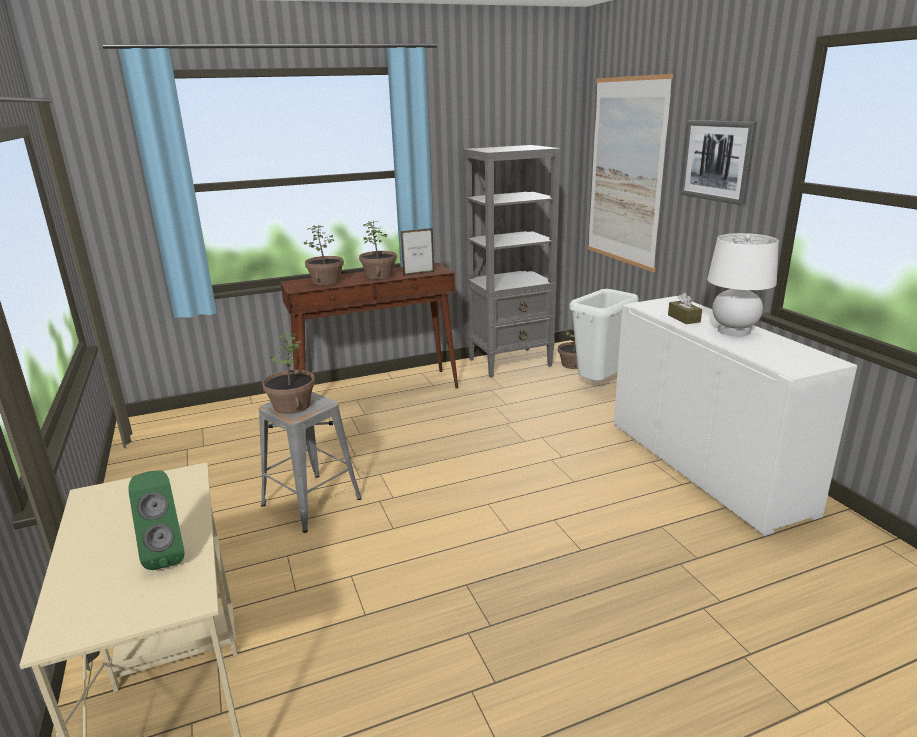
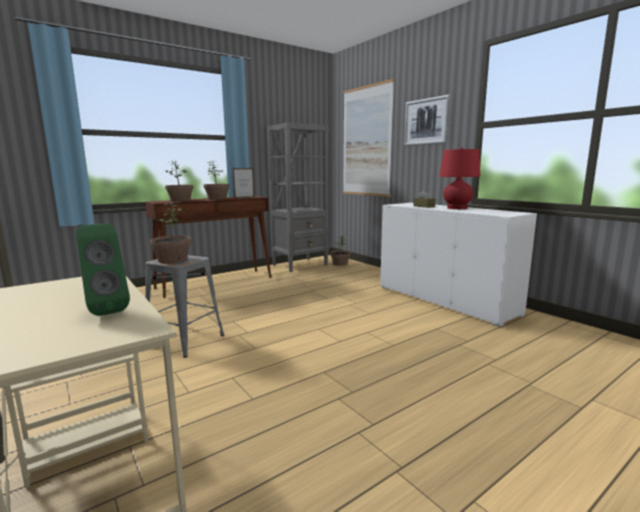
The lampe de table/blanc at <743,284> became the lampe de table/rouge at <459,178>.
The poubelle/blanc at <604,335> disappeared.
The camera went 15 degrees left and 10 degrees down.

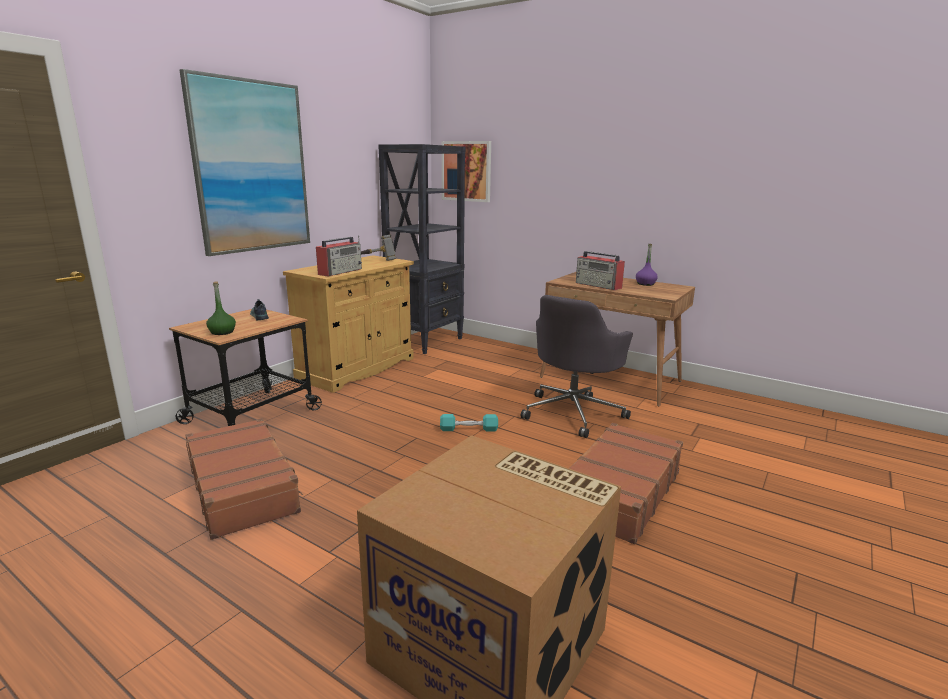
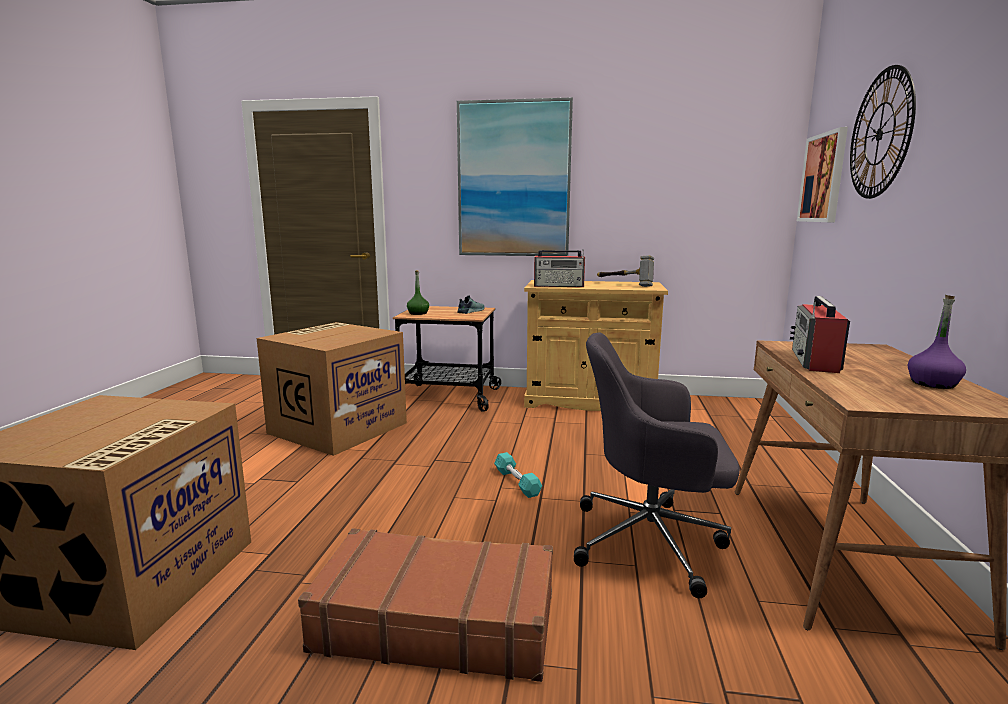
The bibliothèque/noir at <422,249> disappeared.
The valise/marron at <244,479> was replaced by the carton at <332,389>.
The horloge murale at <883,132> appeared.
The camera went 65 degrees right and 5 degrees down.

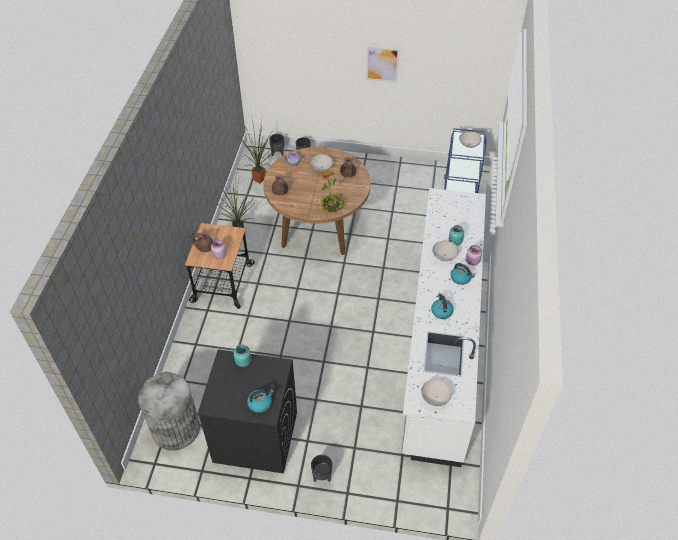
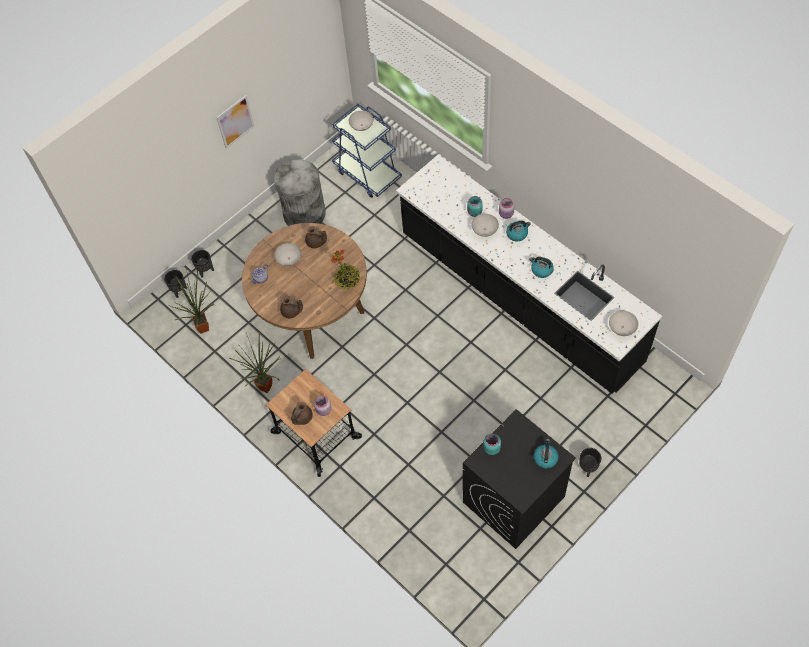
The comptoir de cuisine/blanc at <444,327> became the comptoir de cuisine/noir at <529,274>.
The poubelle/gris moved from <169,411> to <300,192>.
The camera went 50 degrees left and 10 degrees up.

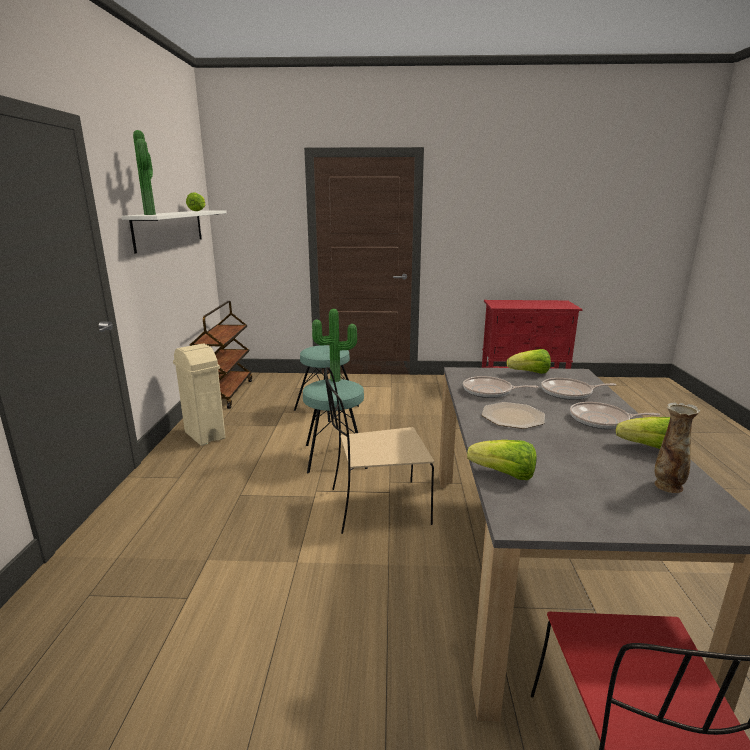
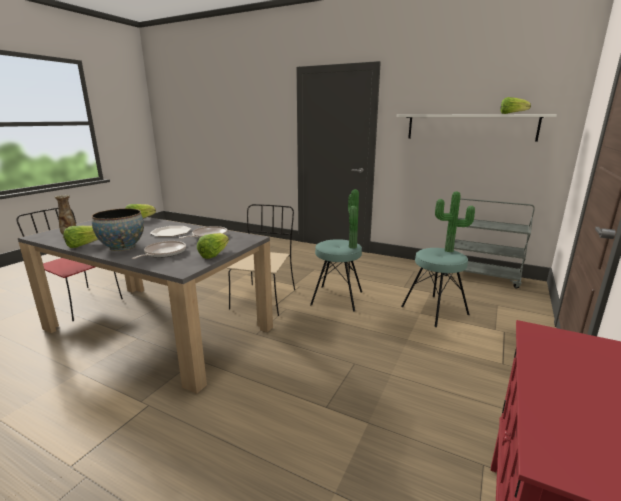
The plante en pot moved from <144,172> to <455,221>.
The chariot/marron at <221,355> became the chariot/gris at <489,243>.
The poubelle/beige at <199,395> disappeared.
The poêle at <615,415> was replaced by the bol at <118,229>.
The camera went 115 degrees right and 0 degrees up.

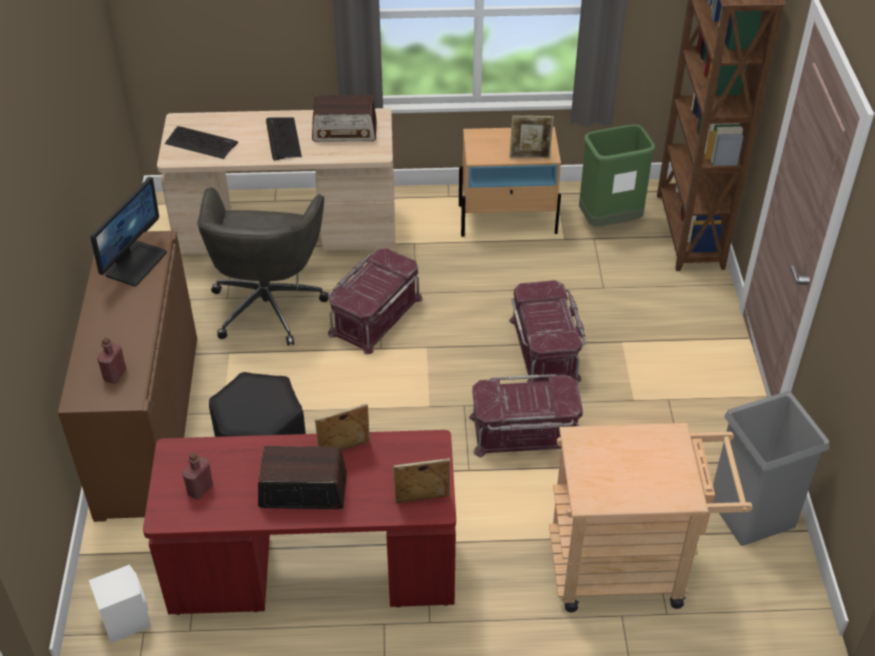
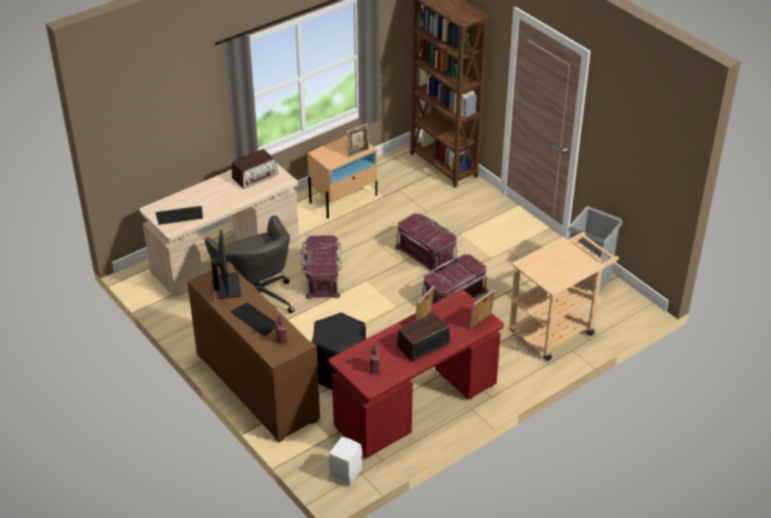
The clavier moved from <284,139> to <253,319>.
The poubelle/vert at <617,175> disappeared.
The camera went 35 degrees left and 5 degrees down.

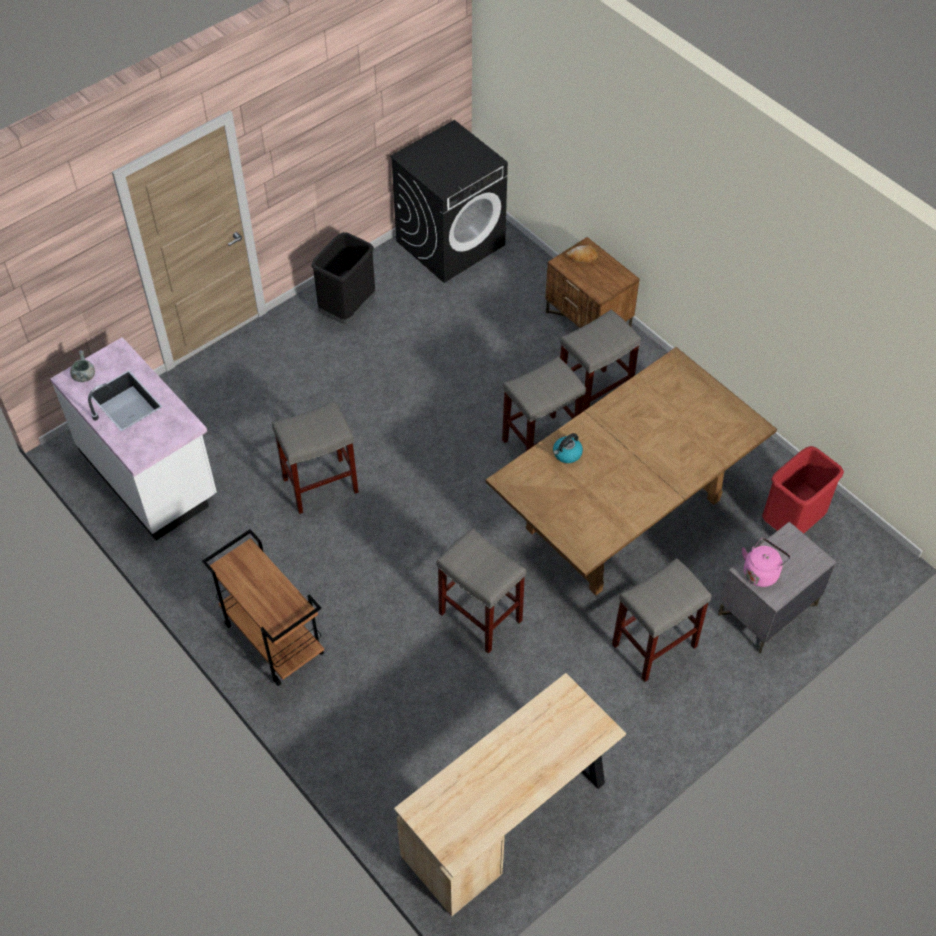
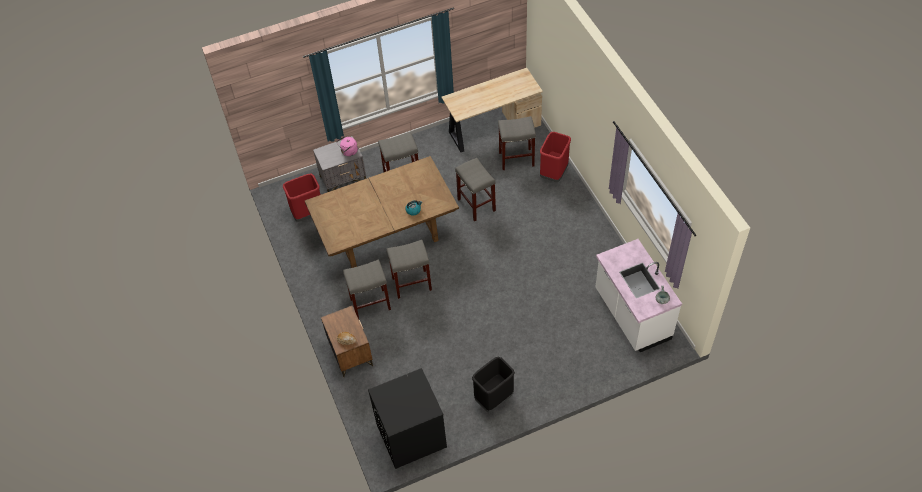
The tabouret/gris moved from <315,457> to <517,143>.
The chariot/marron at <263,607> disappeared.
The poubelle/rouge at <555,157> appeared.
The camera went 160 degrees left and 0 degrees up.

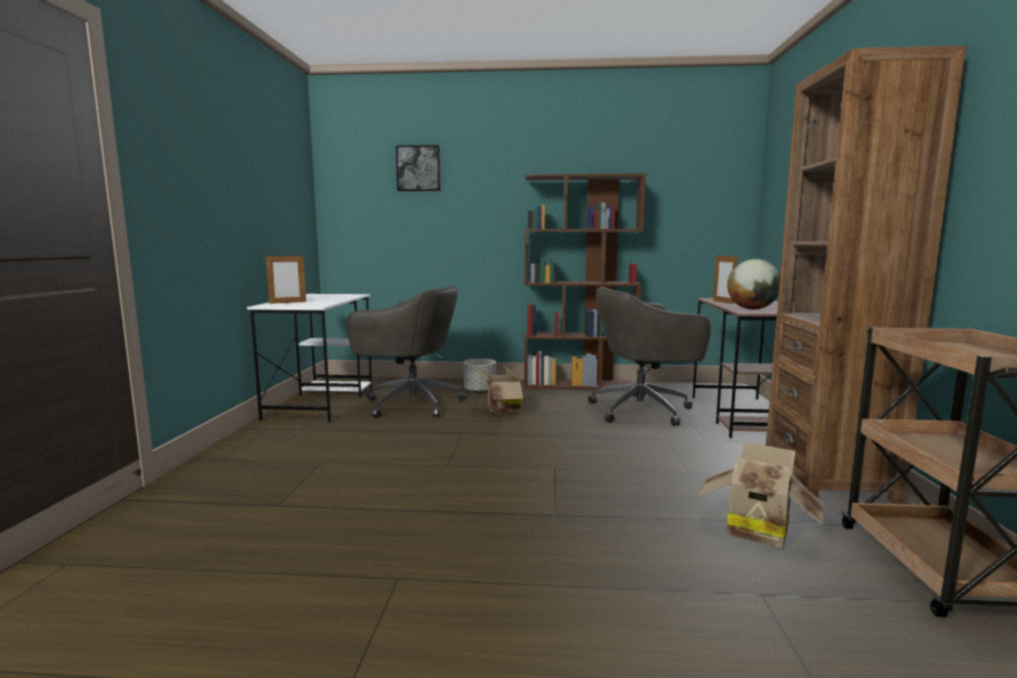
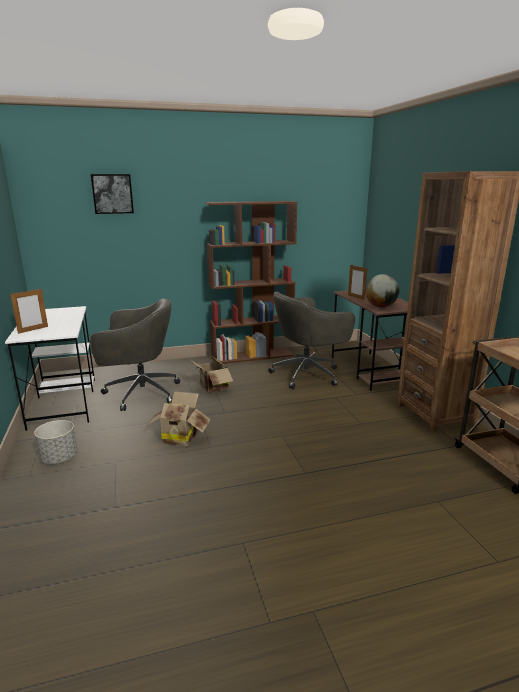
The cache-pot/gris moved from <480,375> to <56,442>.
The carton moved from <760,495> to <178,418>.
The camera went 20 degrees left and 10 degrees up.

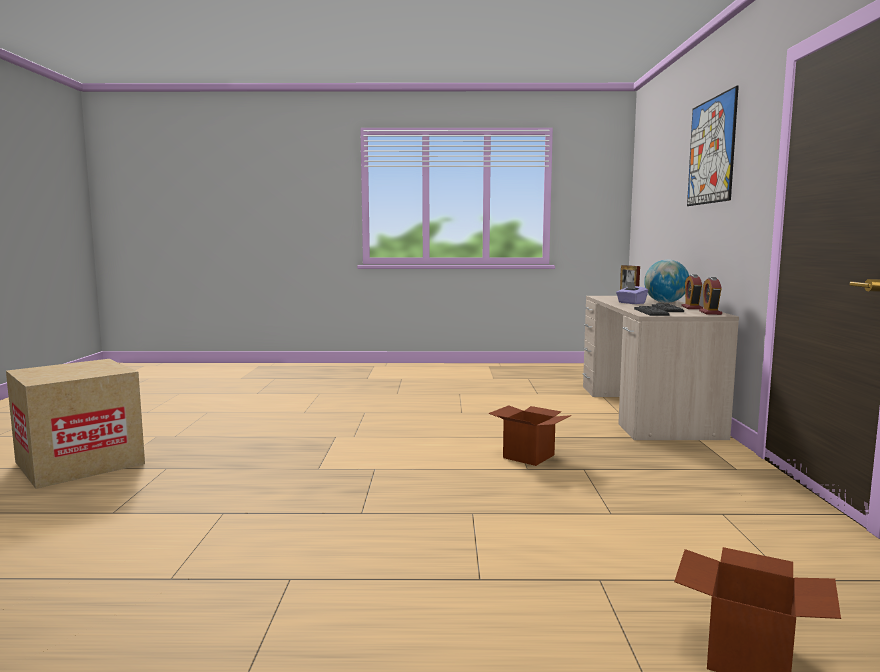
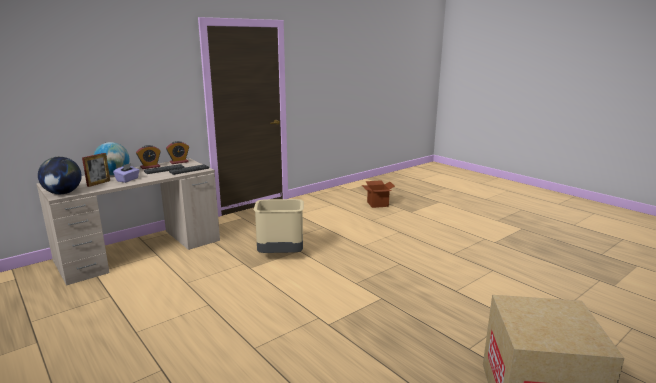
The tableau at <713,146> disappeared.
The carton at <530,435> was replaced by the poubelle/beige at <279,226>.
The globe at <60,175> appeared.
The camera went 130 degrees left and 10 degrees up.

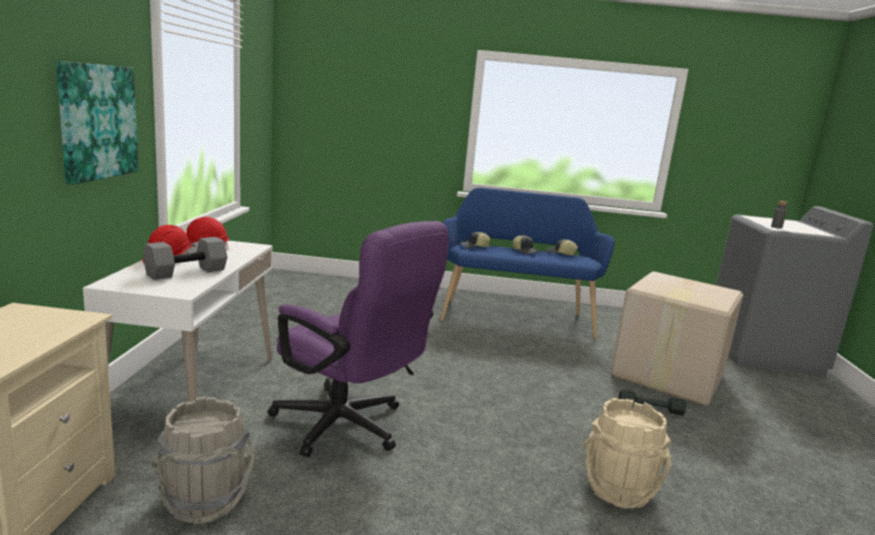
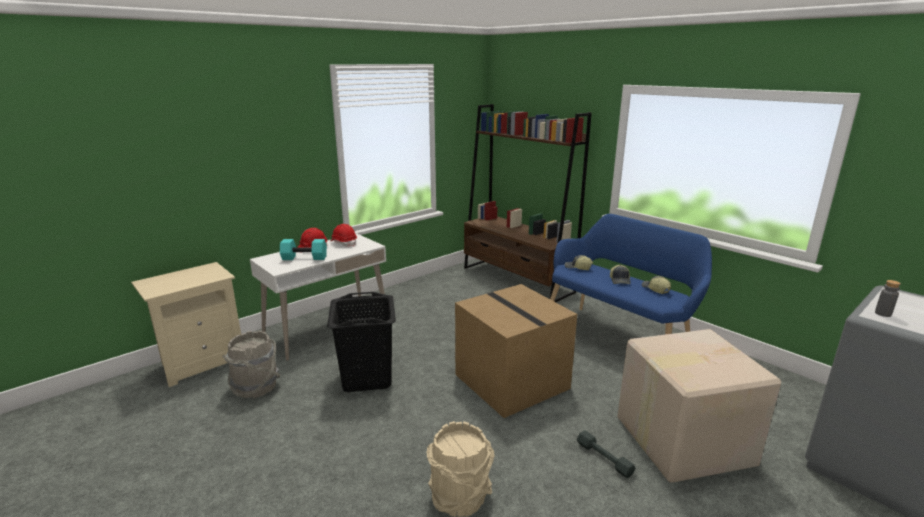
The tableau at <97,123> disappeared.
The chaise de bureau/violet at <358,339> was replaced by the panier à linge/noir at <361,342>.
The haltère/gris at <185,258> became the haltère/turquoise at <303,249>.
The bibliothèque/marron at <528,203> appeared.
The carton at <516,351> appeared.
The camera went 45 degrees right and 5 degrees up.

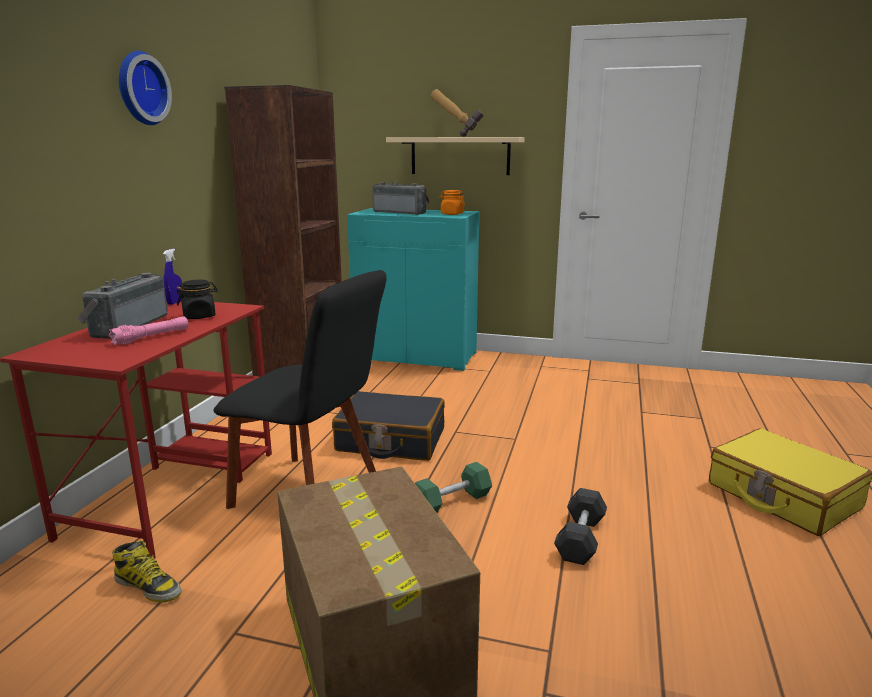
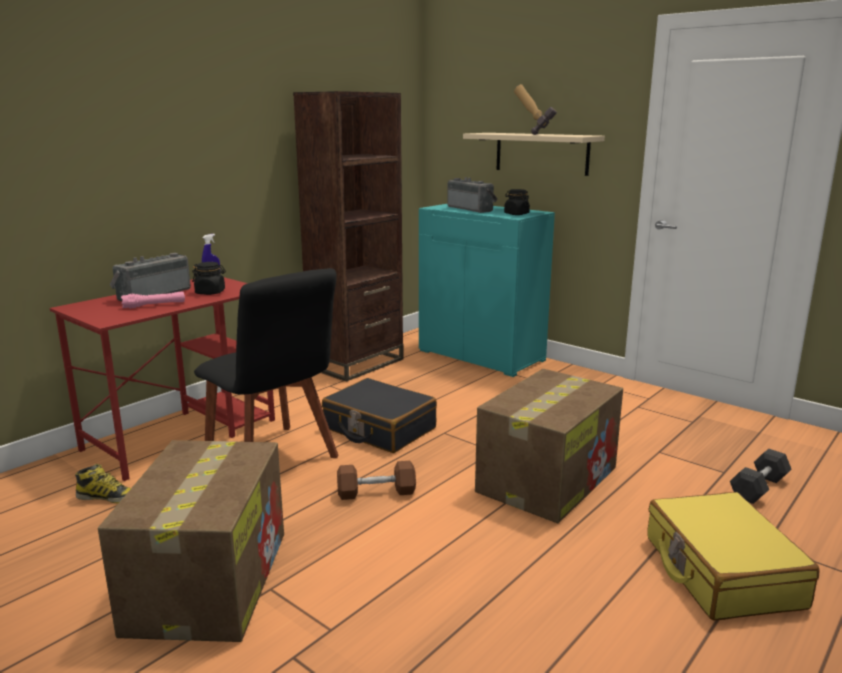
The horloge murale at <145,88> disappeared.
The bocal/orange at <452,202> became the bocal/noir at <517,202>.
The haltère/vert at <453,487> became the haltère/marron at <376,480>.
The haltère/gris moved from <580,526> to <761,476>.
The botte at <147,571> turned 45 degrees counterclockwise.
The carton at <549,446> appeared.
The camera went 25 degrees right and 0 degrees up.

